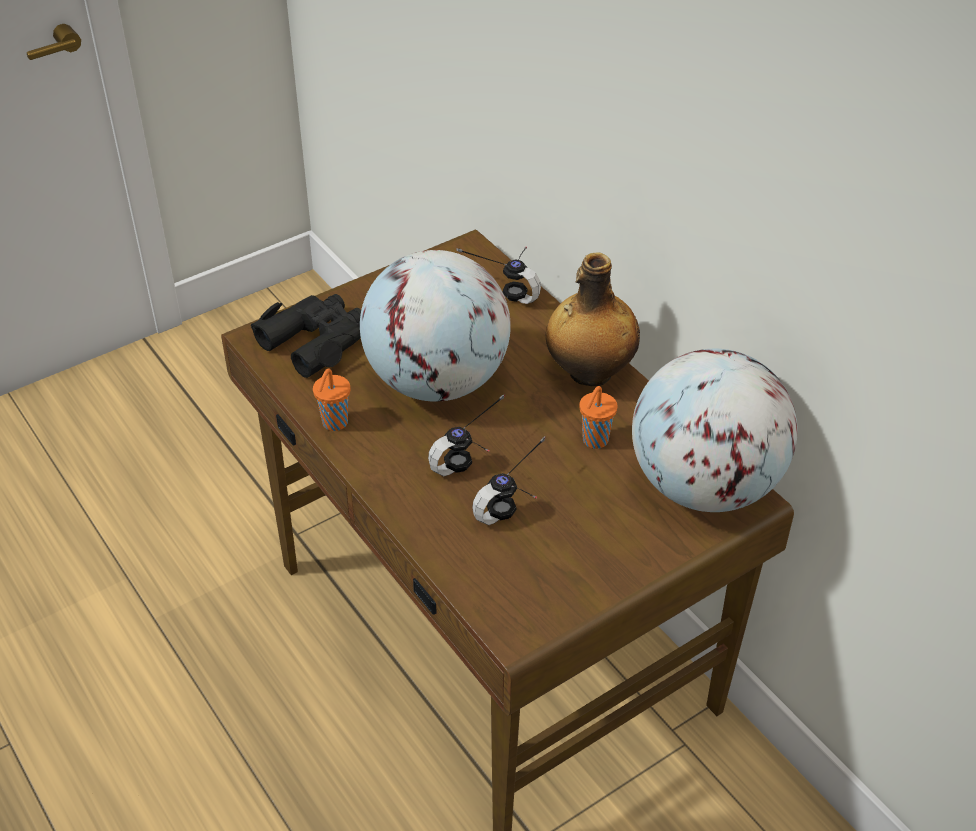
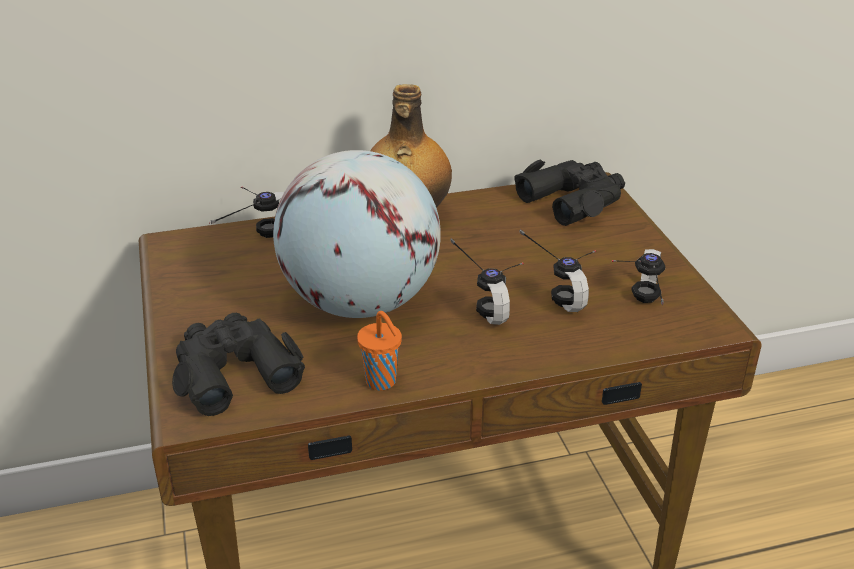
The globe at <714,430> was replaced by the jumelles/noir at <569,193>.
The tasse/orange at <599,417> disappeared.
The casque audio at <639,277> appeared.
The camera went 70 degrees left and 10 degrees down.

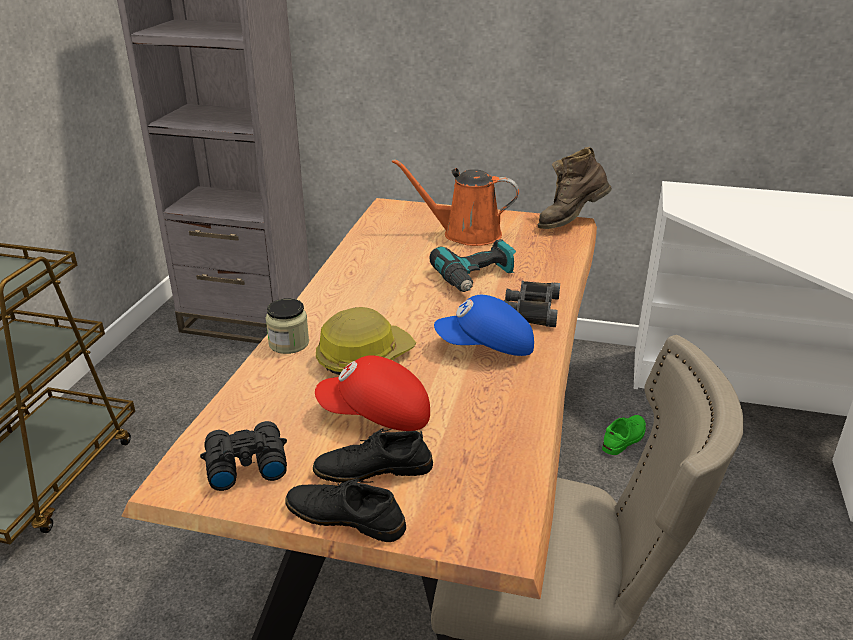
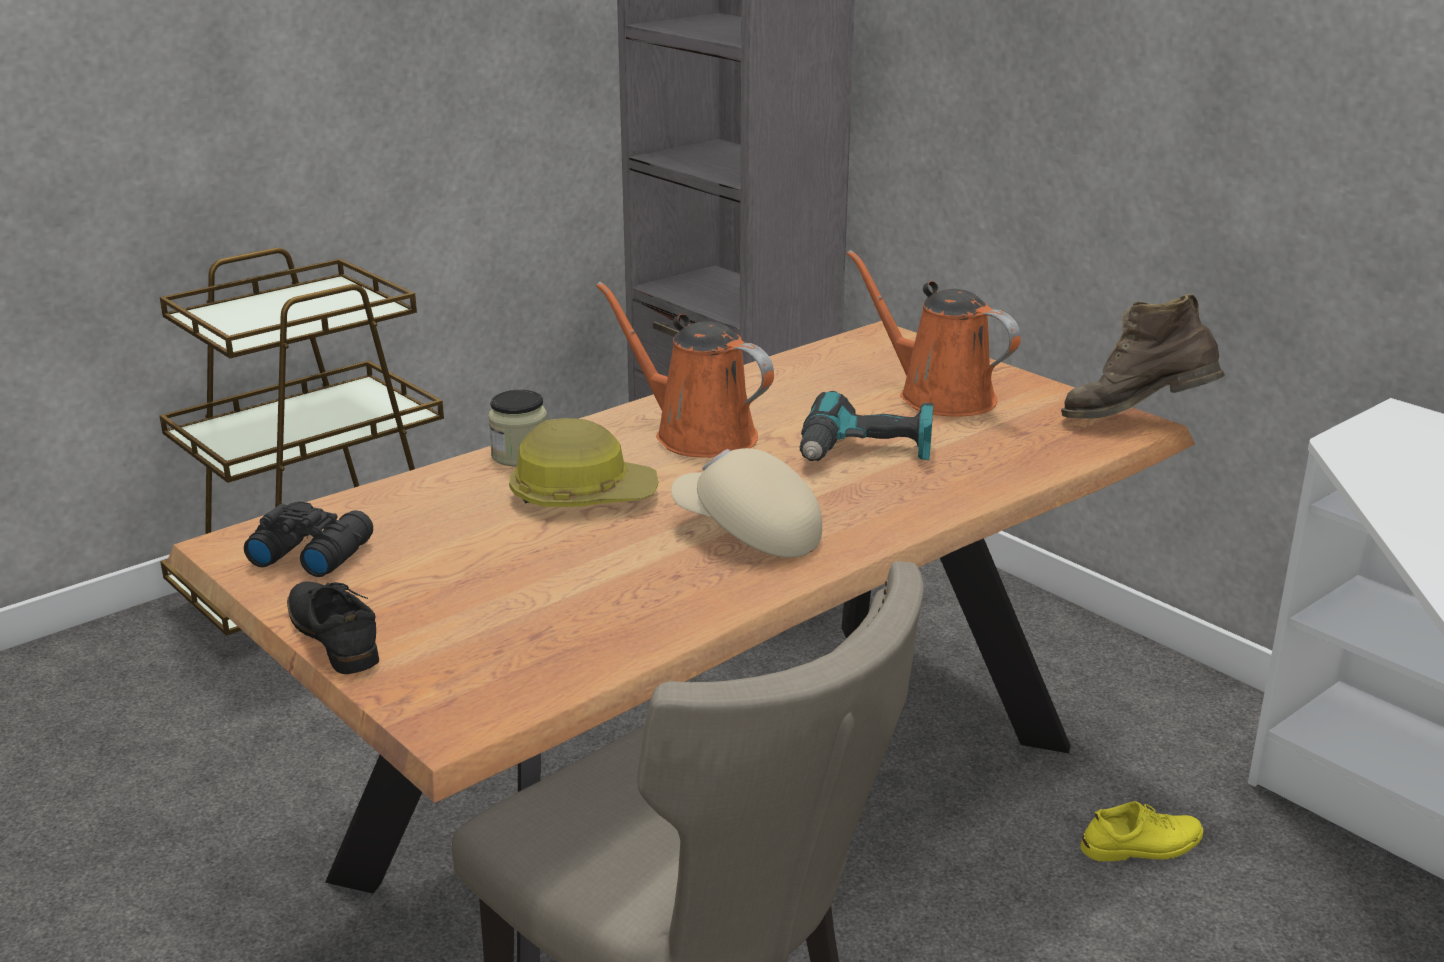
The jumelles/noir at <532,304> disappeared.
The casquette/bleu at <484,325> became the casquette/beige at <746,503>.
The casquette/rouge at <372,393> disappeared.
The chaussure/vert at <624,435> became the chaussure/jaune at <1141,831>.
The chaussure/noir at <373,455> disappeared.
The arrosoir/orange at <685,370> appeared.
The camera went 35 degrees right and 5 degrees down.

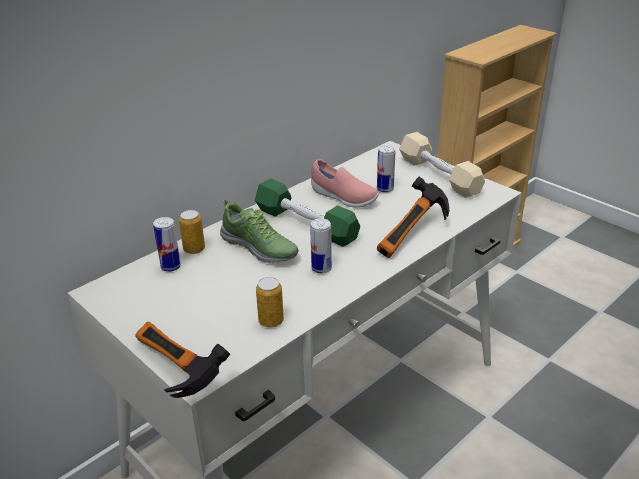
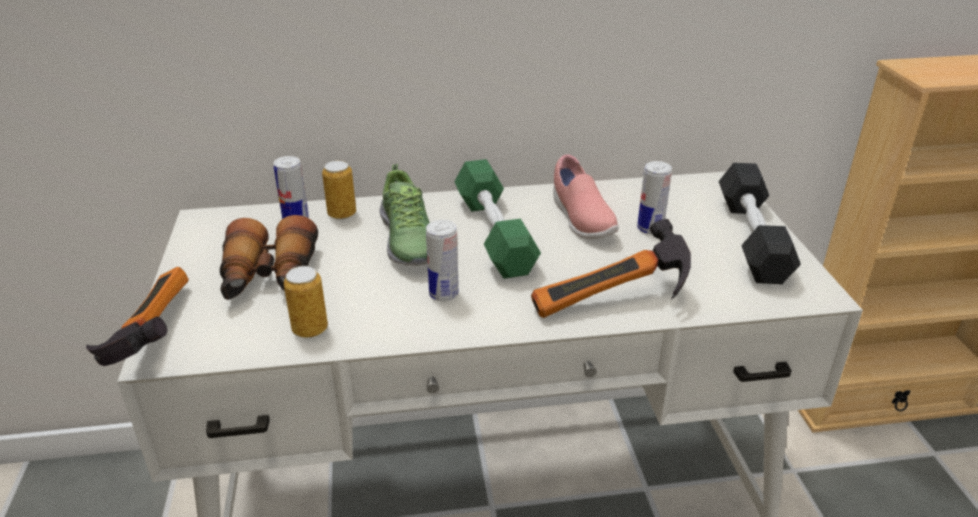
The haltère/beige at <442,165> became the haltère/noir at <760,223>.
The jumelles at <269,257> appeared.
The camera went 35 degrees right and 0 degrees up.

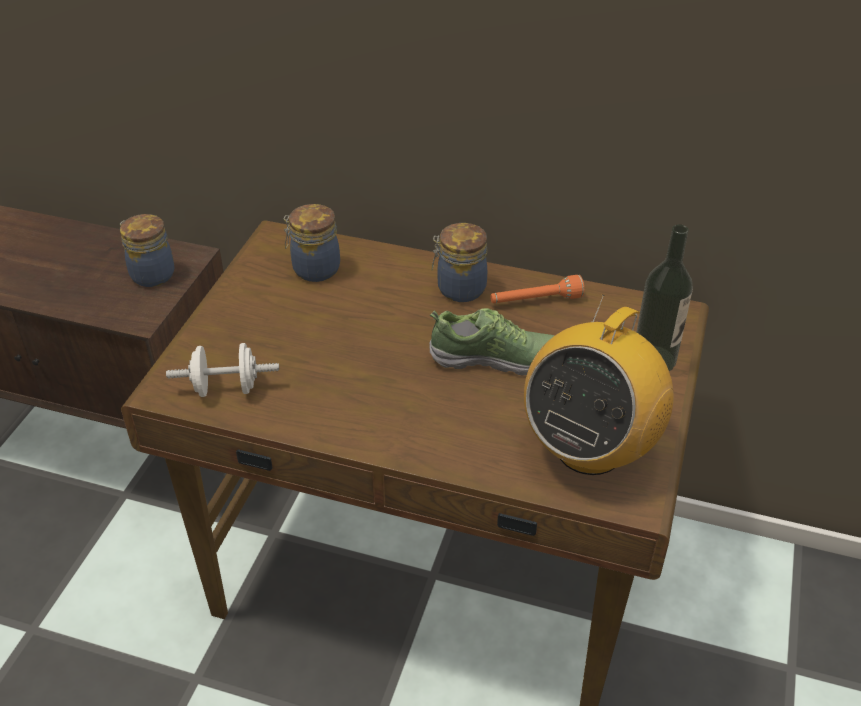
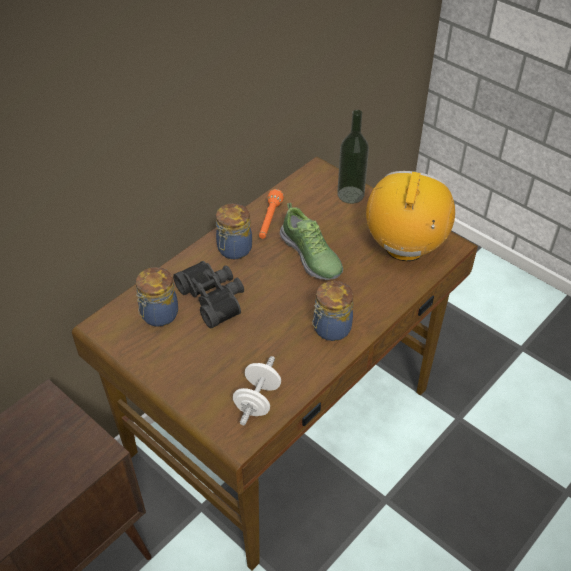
The bocal moved from <147,250> to <332,311>.
The radio at <598,385> turned 135 degrees counterclockwise.
The chaussure at <492,342> turned 120 degrees clockwise.
The jumelles/noir at <208,294> appeared.
The camera went 65 degrees left and 5 degrees up.

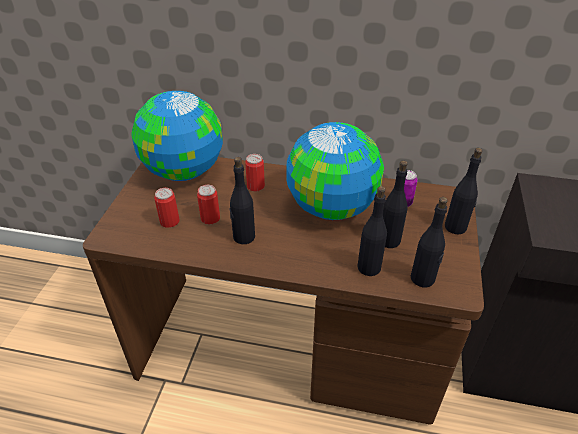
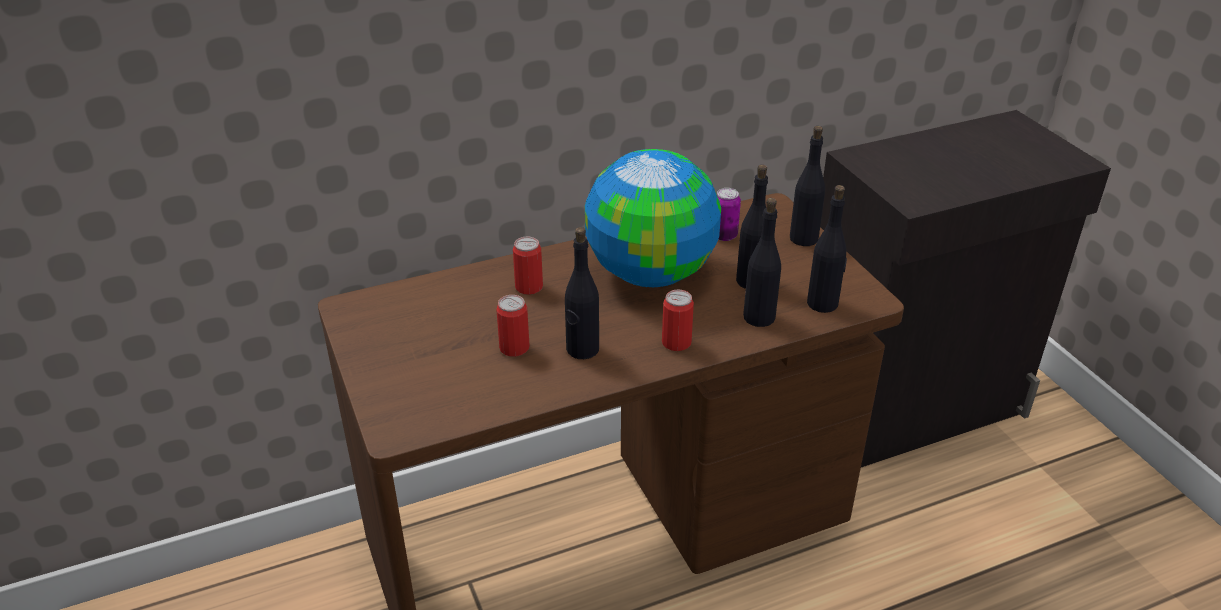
The globe at <177,136> disappeared.
The boîte métallique moved from <167,208> to <678,320>.
The camera went 35 degrees left and 5 degrees down.

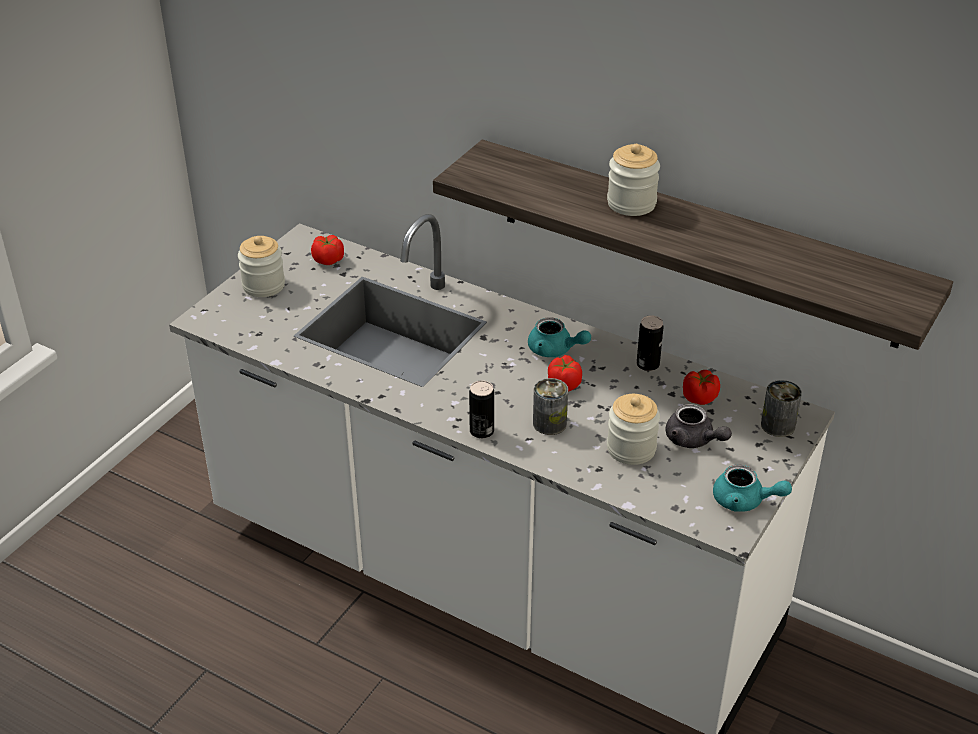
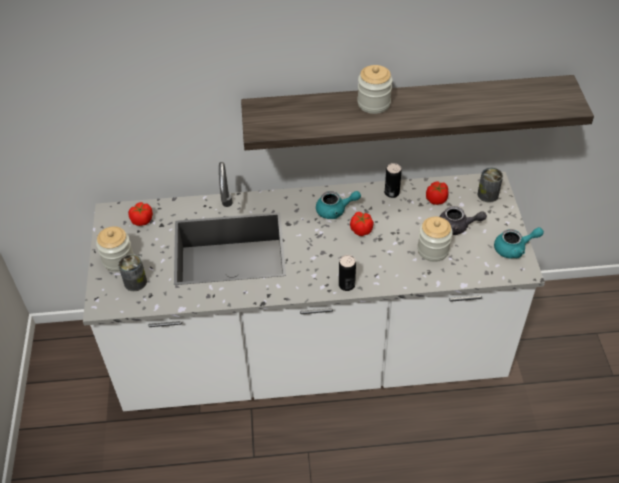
The boîte métallique moved from <550,406> to <132,272>.
The camera went 35 degrees left and 10 degrees up.

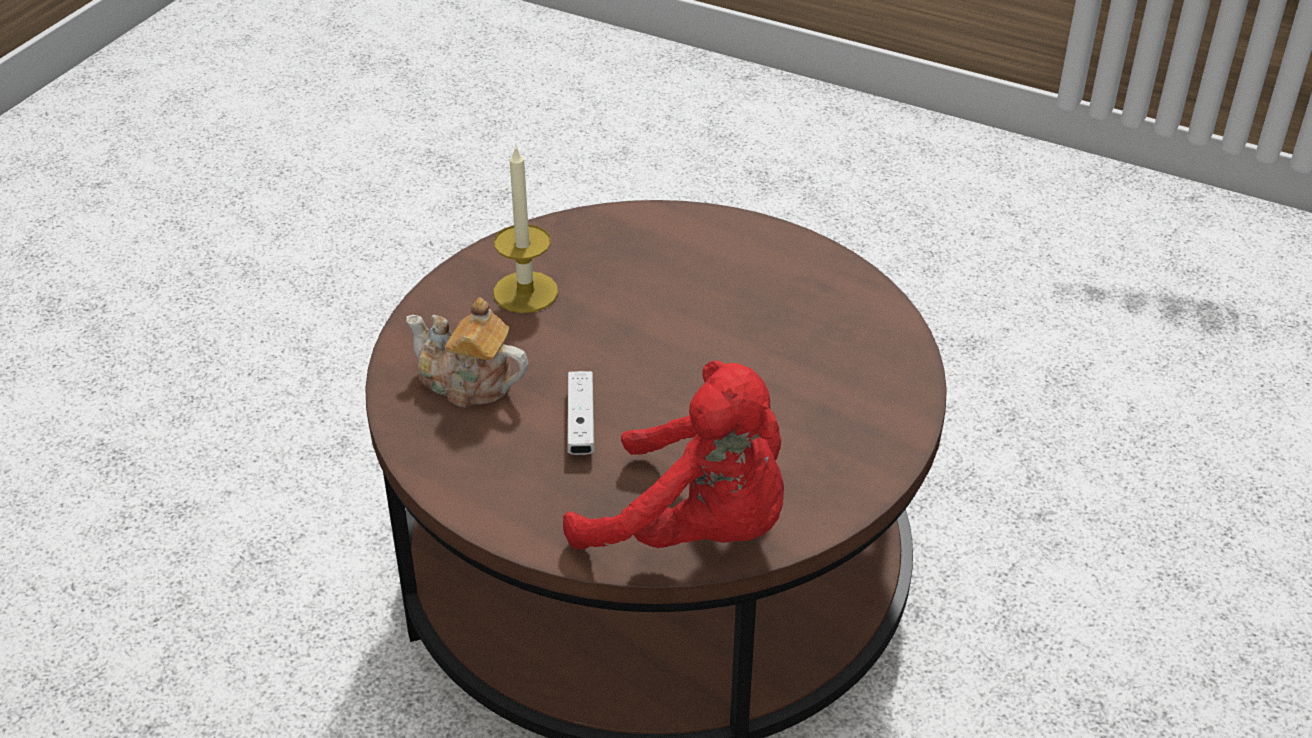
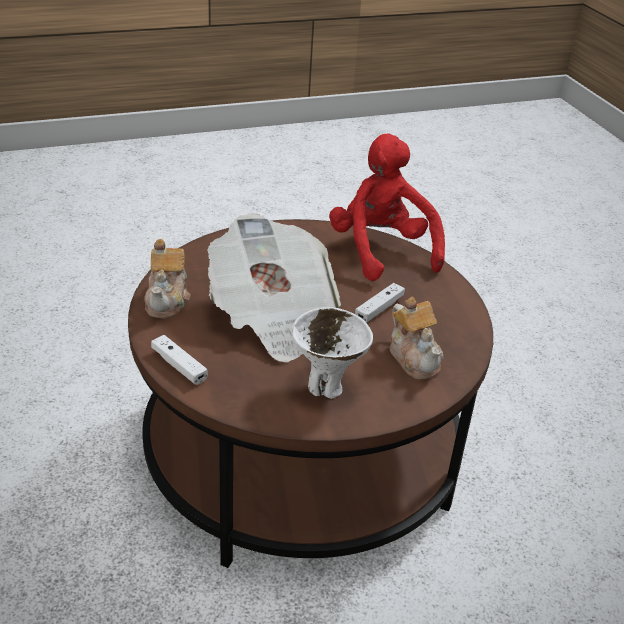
The bougie at <525,229> was replaced by the bol/blanc at <332,353>.
The journal at <274,288> appeared.
The théière at <167,278> appeared.
The manette/blanc at <179,360> appeared.
The camera went 140 degrees left and 5 degrees down.

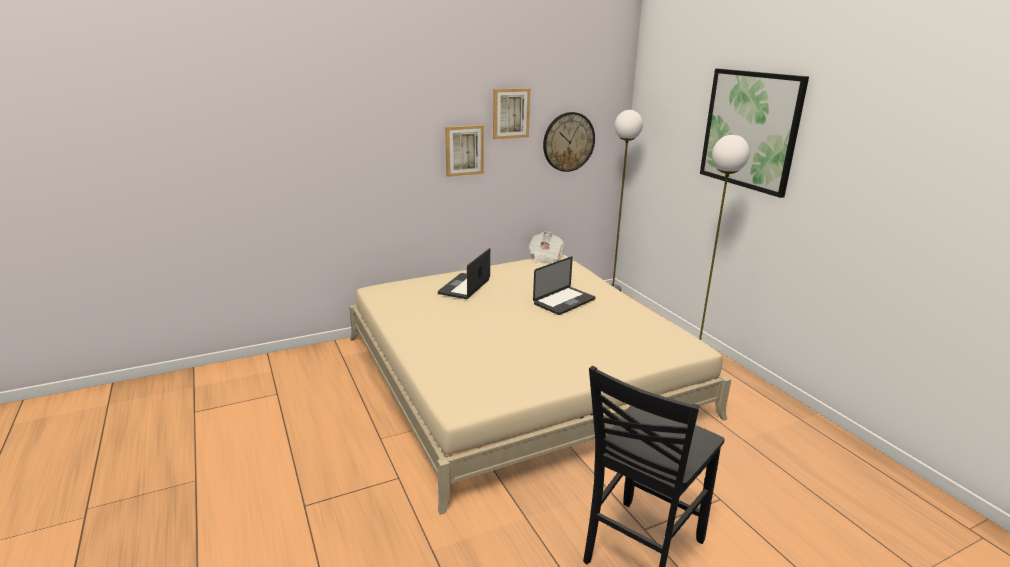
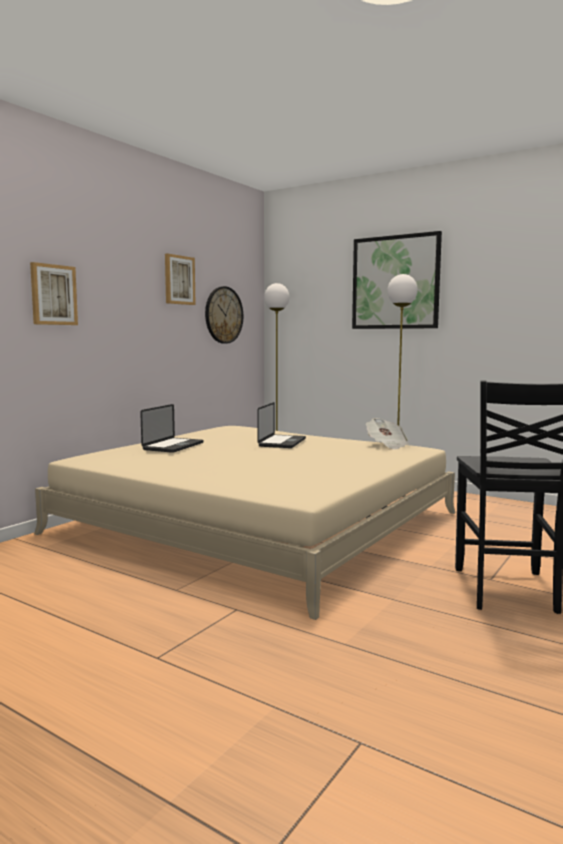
The tableau moved from <464,151> to <54,293>.
The journal moved from <546,247> to <387,434>.
The ordinateur portable at <464,273> turned 150 degrees counterclockwise.
The camera went 30 degrees left and 15 degrees down.

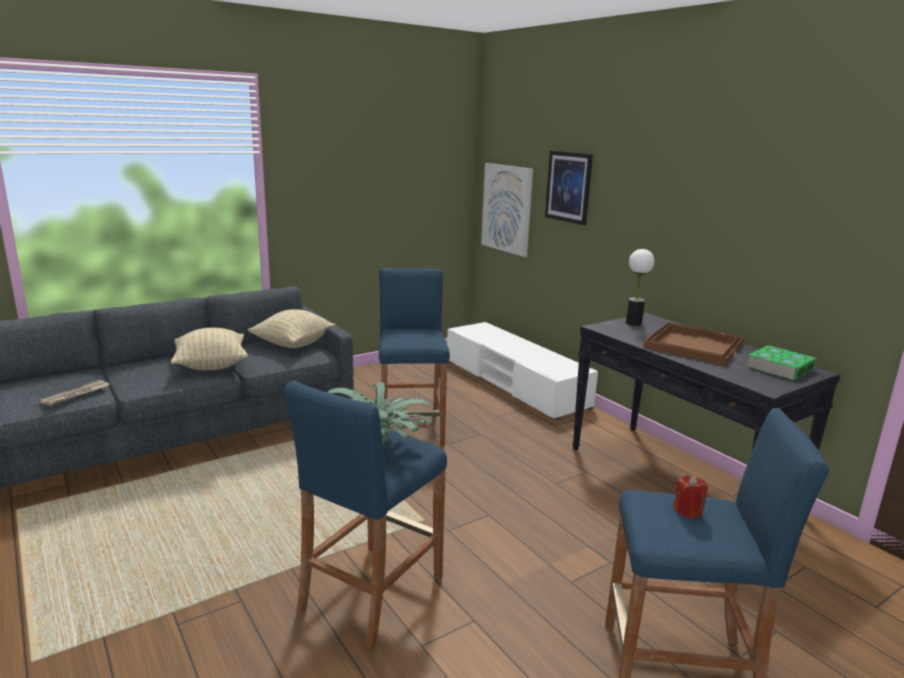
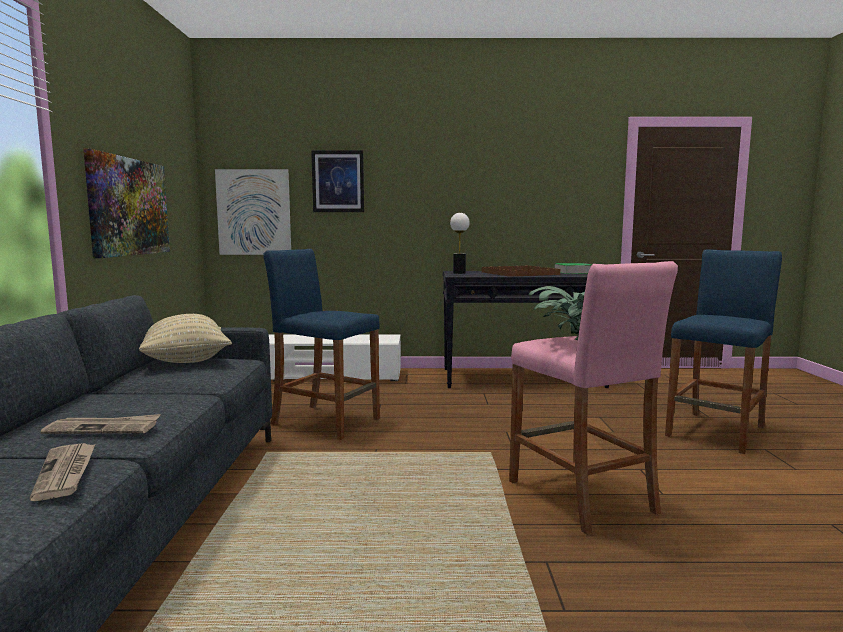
The coussin/beige at <209,349> disappeared.
The tabouret/bleu at <366,515> became the tabouret/rose at <593,398>.
The bougie/rouge at <690,497> disappeared.
The tableau at <126,203> appeared.
The journal at <101,424> appeared.
The camera went 55 degrees left and 10 degrees down.

